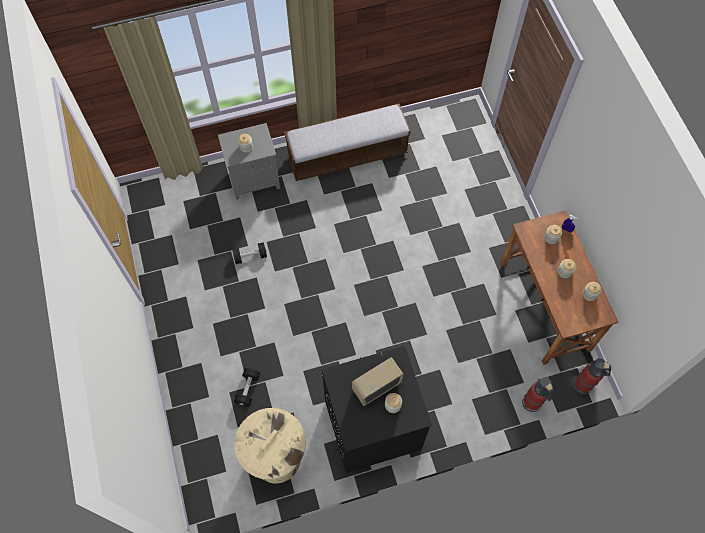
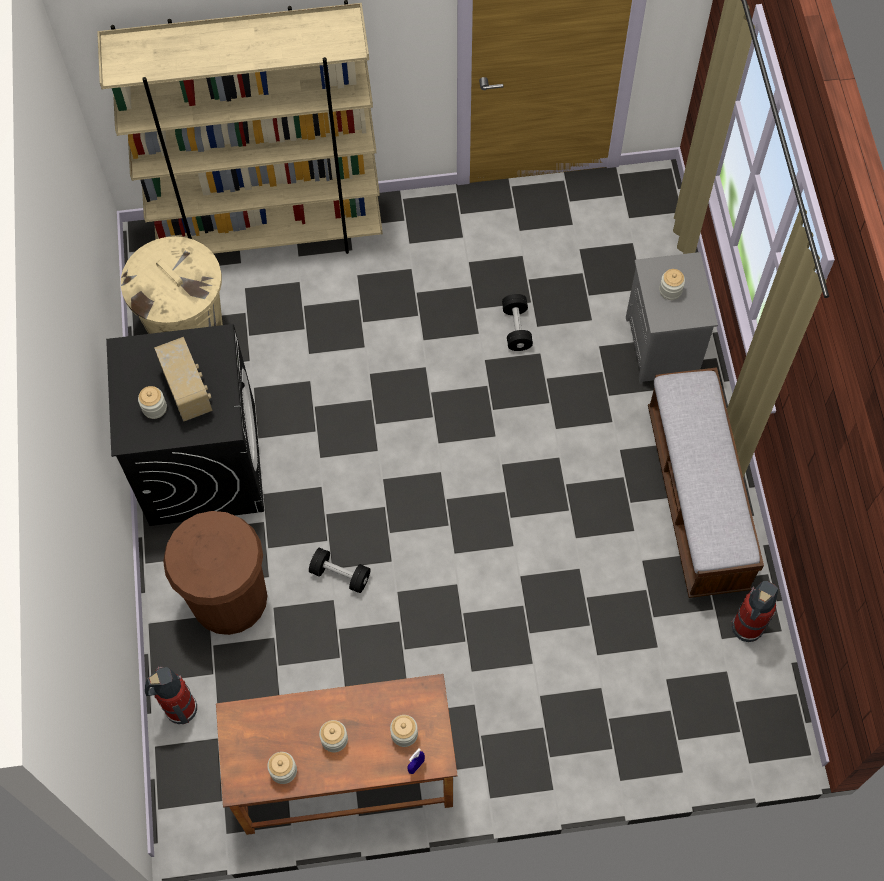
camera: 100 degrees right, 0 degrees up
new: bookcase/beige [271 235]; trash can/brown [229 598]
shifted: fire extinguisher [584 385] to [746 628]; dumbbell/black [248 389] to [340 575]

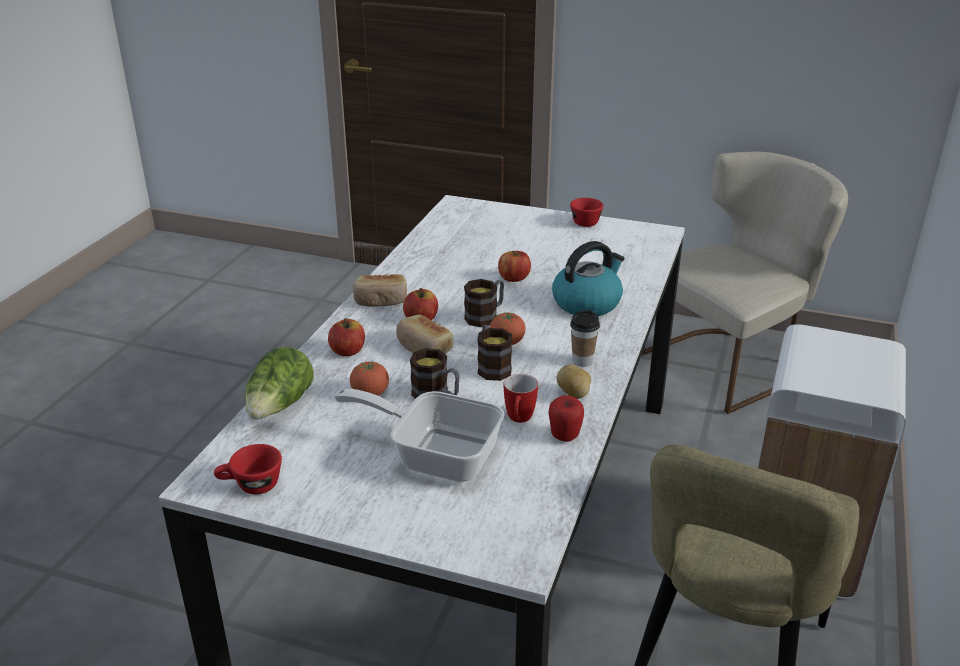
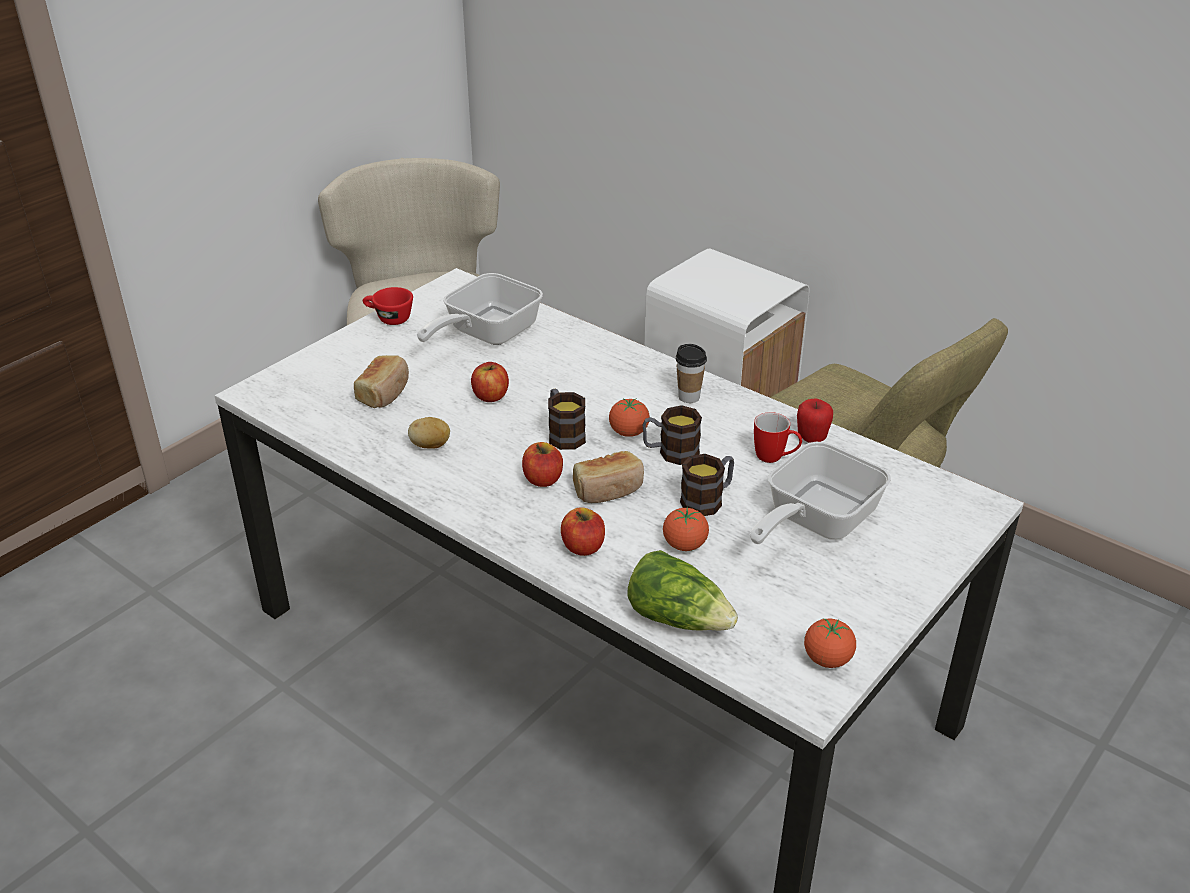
camera: 70 degrees left, 5 degrees up
gone: kettle [587 303]
new: frying pan [485 334]
shifted: bread [381 301] to [384 392]; potato [574 394] to [430 446]
swapped: cup/red [251 486] to tomato [827 659]

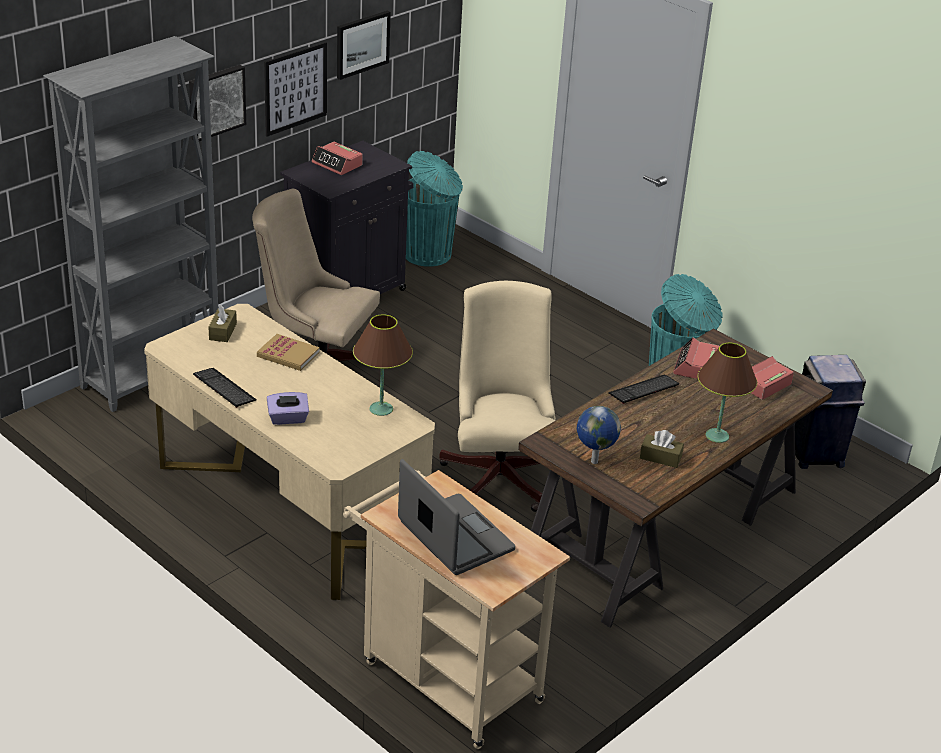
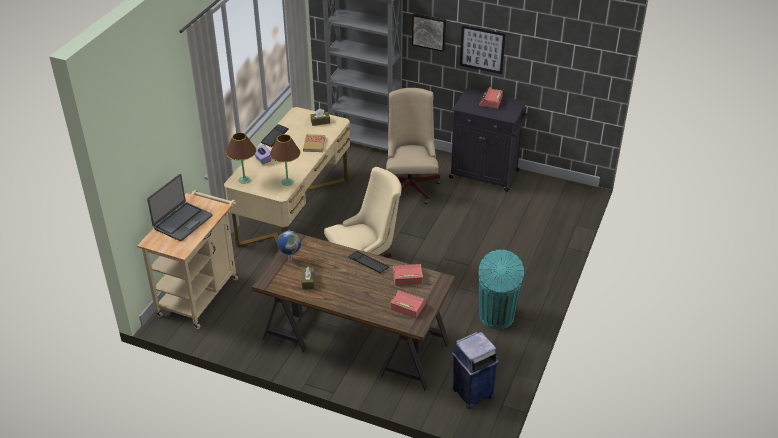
camera: 70 degrees right, 5 degrees up
gone: picture [362 44]; trash can/turquoise [429 254]
shifted: table lamp/brown [717 436] to [244 180]

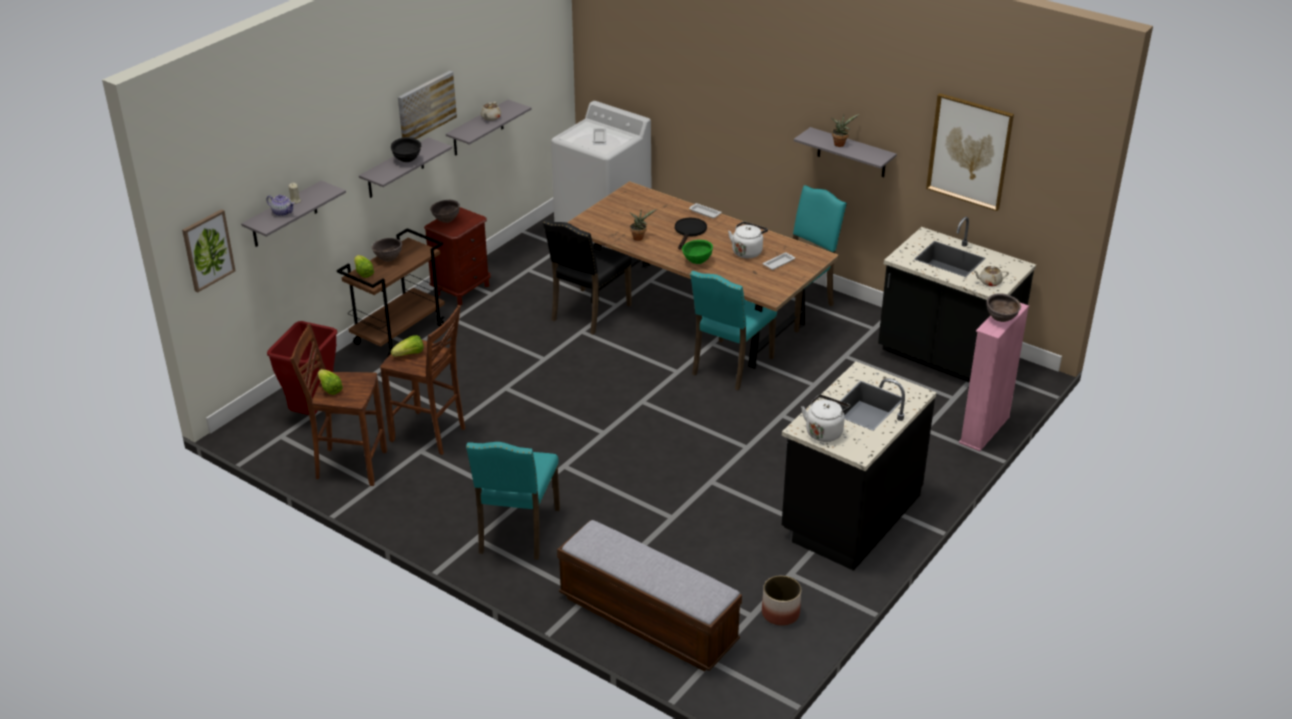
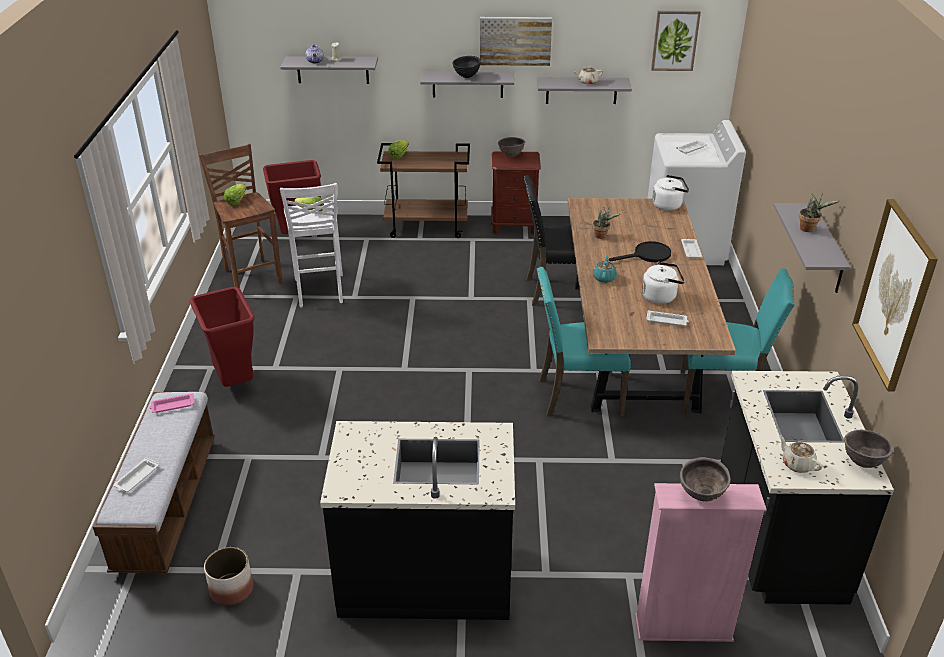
camera: 55 degrees right, 0 degrees up
new: tray/pink [172 406]; tray/white [136 478]
shifted: picture [208 250] to [675 40]; bowl/brown [388 259] to [862 462]; kettle/white [824 431] to [668 205]
swapped: bowl/green [697 262] to teapot/turquoise [604 278]; chair/turquoise [516 532] to trash can/red [234 382]
repainted: stool/brown [430 435] to stool/white [319 291]

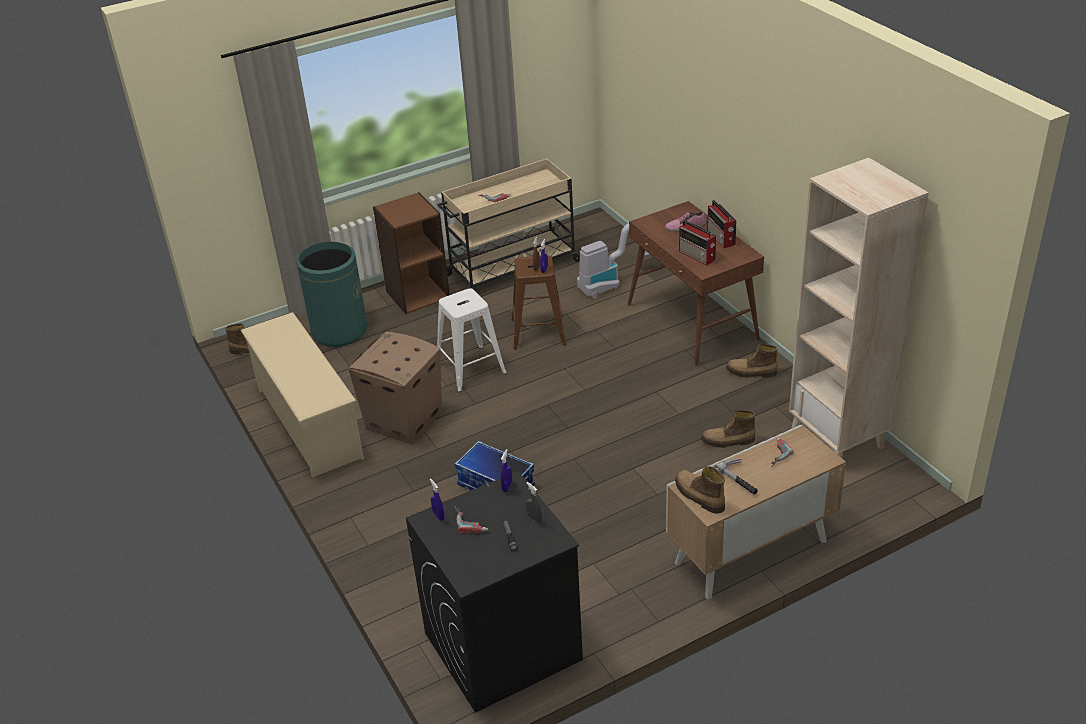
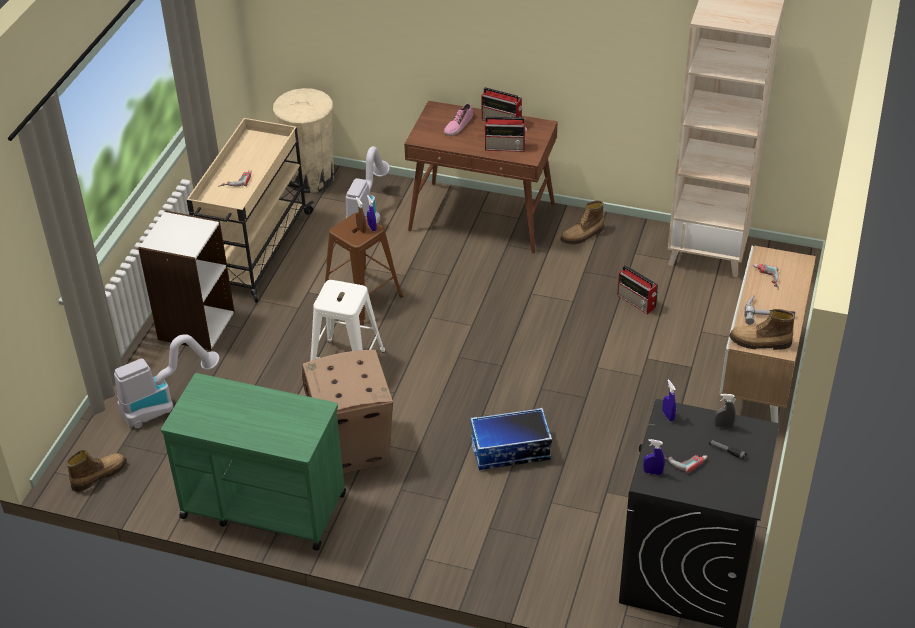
camera: 45 degrees left, 5 degrees up
new: trash can/beige [310 178]
swapped: trash can/green [339 330] to vacuum cleaner [164 403]; shoe rack/beige [308 423] to cart/green [262 505]; boot [728 441] to radio [637 302]
repainted: bookcase/brown [417 294] to bookcase/white [195 325]

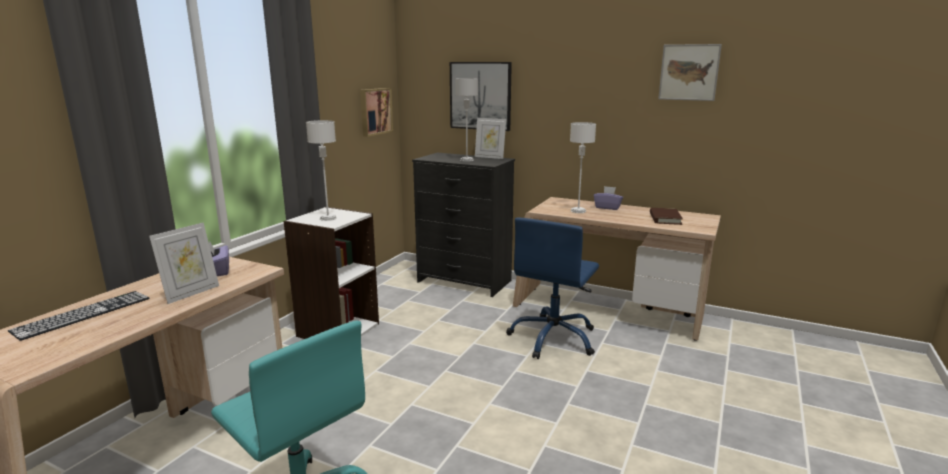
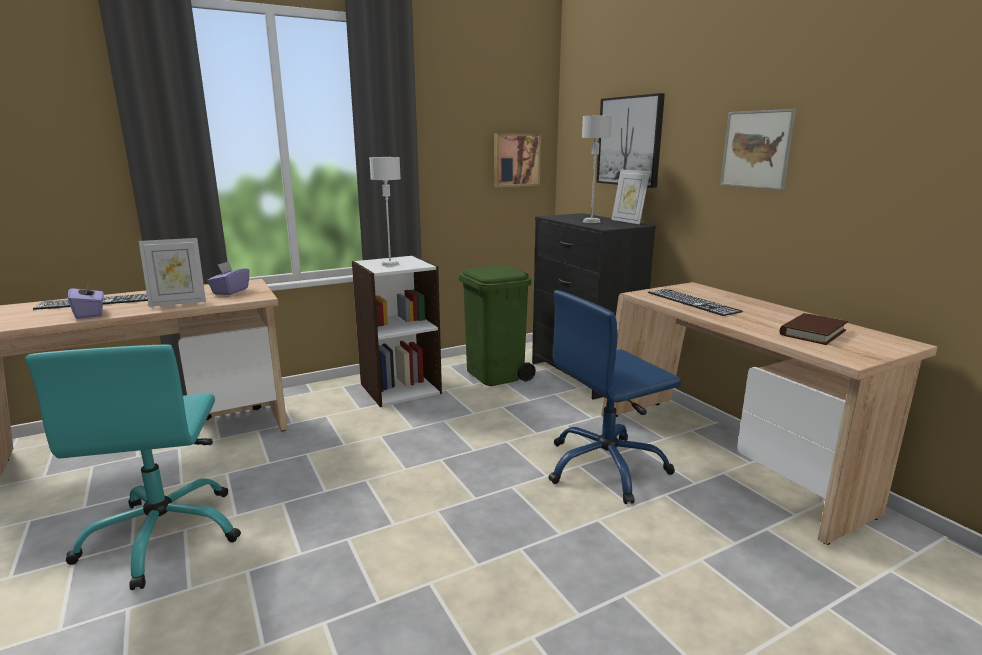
camera: 35 degrees right, 0 degrees up
new: trash can/green [496 375]
shifted: picture [689 72] to [756 149]; tissue box/purple [607 207] to [90 314]
swapped: table lamp/white [578 211] to keyboard [692 302]

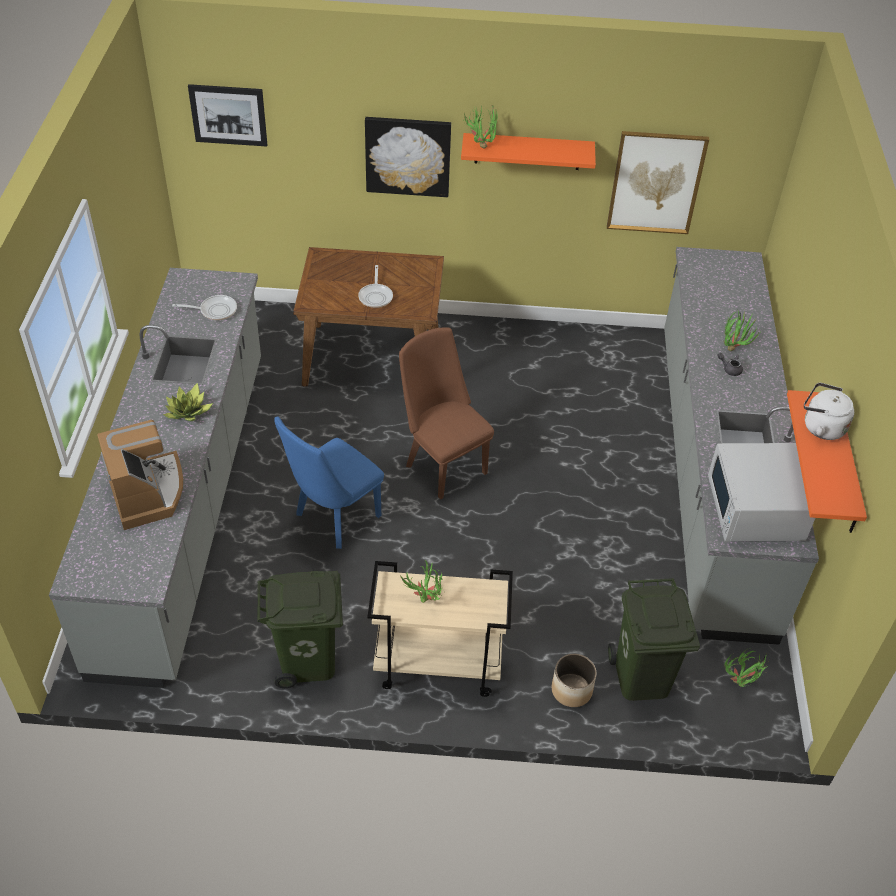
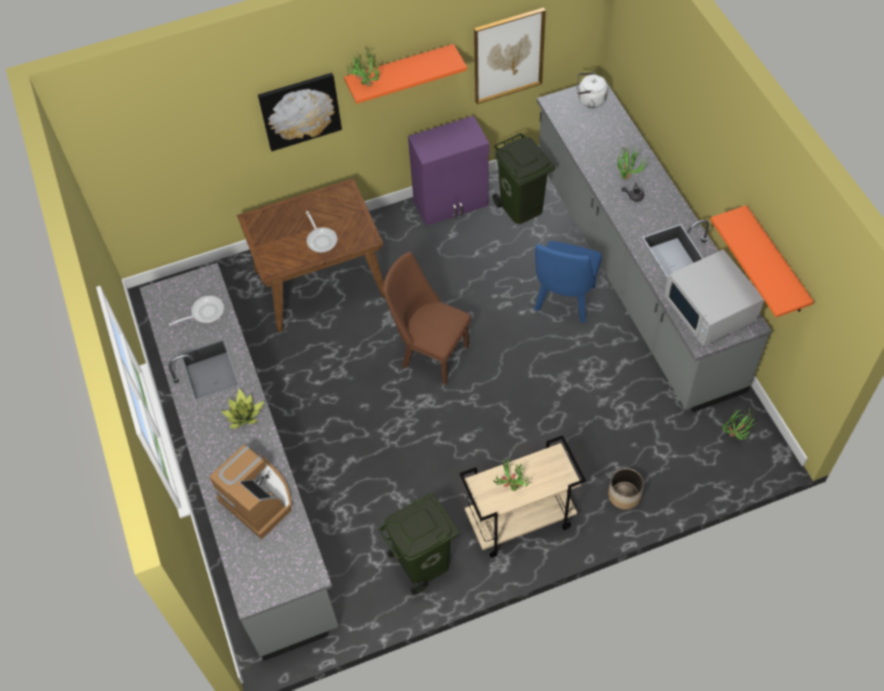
camera: 20 degrees left, 10 degrees up
gone: picture [228 115]
new: cabinet/purple [451 203]
shifted: kettle/white [820 427] to [589 100]; chair/blue [333 519] to [564 303]; trash can/green [640 677] to [520 207]

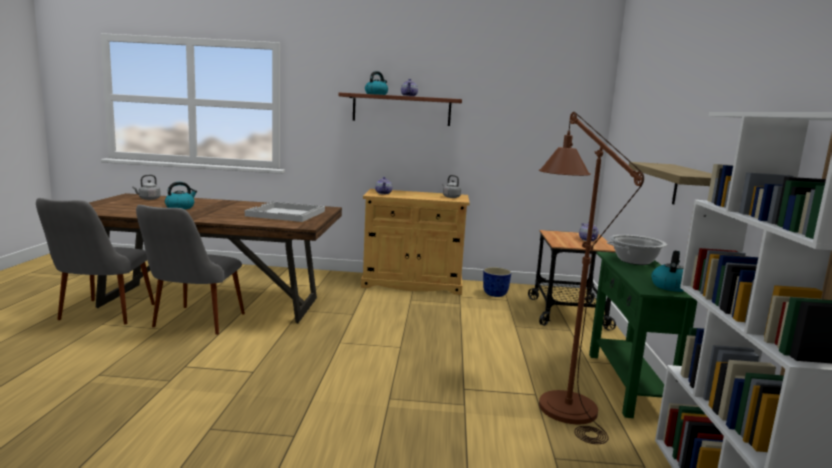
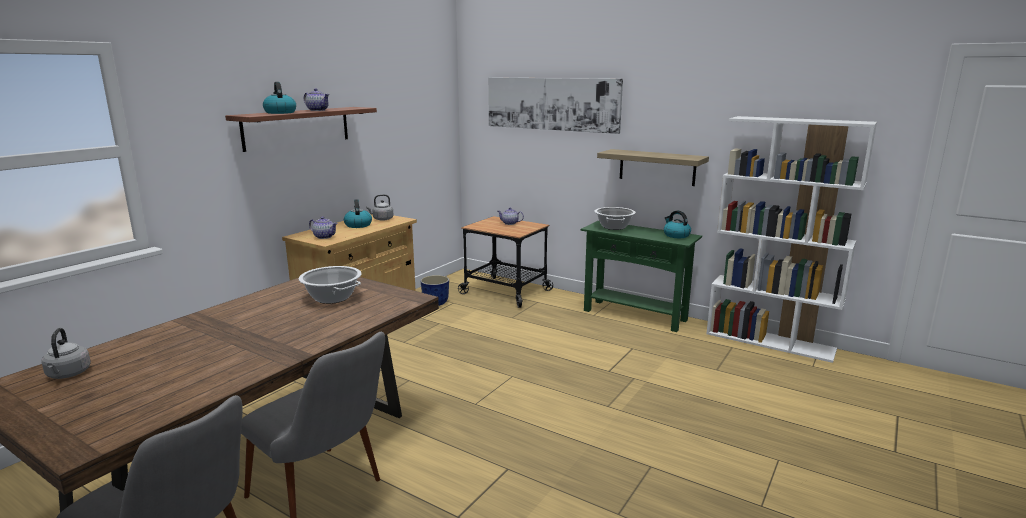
camera: 60 degrees left, 5 degrees up
gone: floor lamp/brown [560 400]
new: picture [551 104]
shifted: kettle [180 207] to [358 225]
swapped: tray/white [286 214] to cooking pot [332 298]

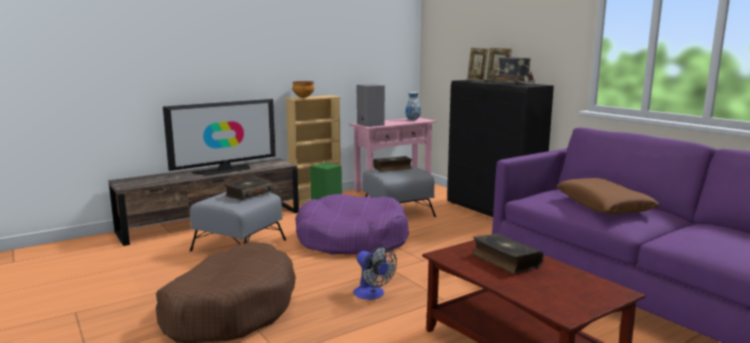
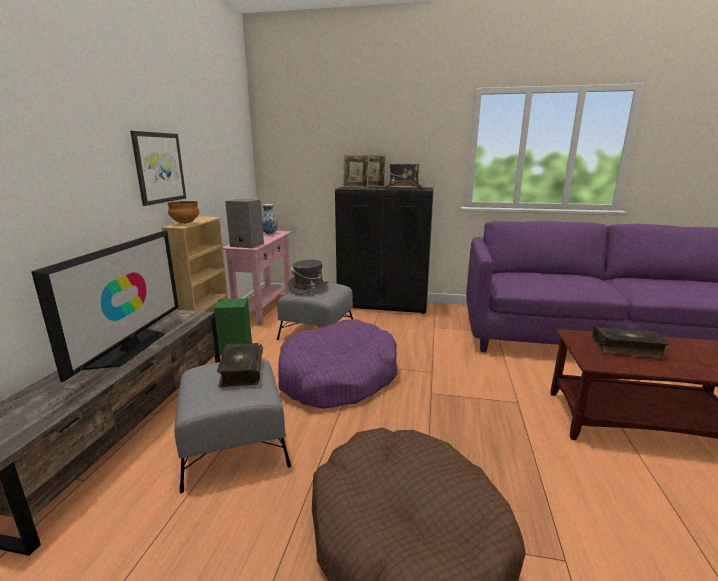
camera: 45 degrees left, 5 degrees up
gone: pillow/brown [603 205]; fan [372 294]
new: picture [159 168]
swapped: book [392 168] to hat/grey [308 288]

